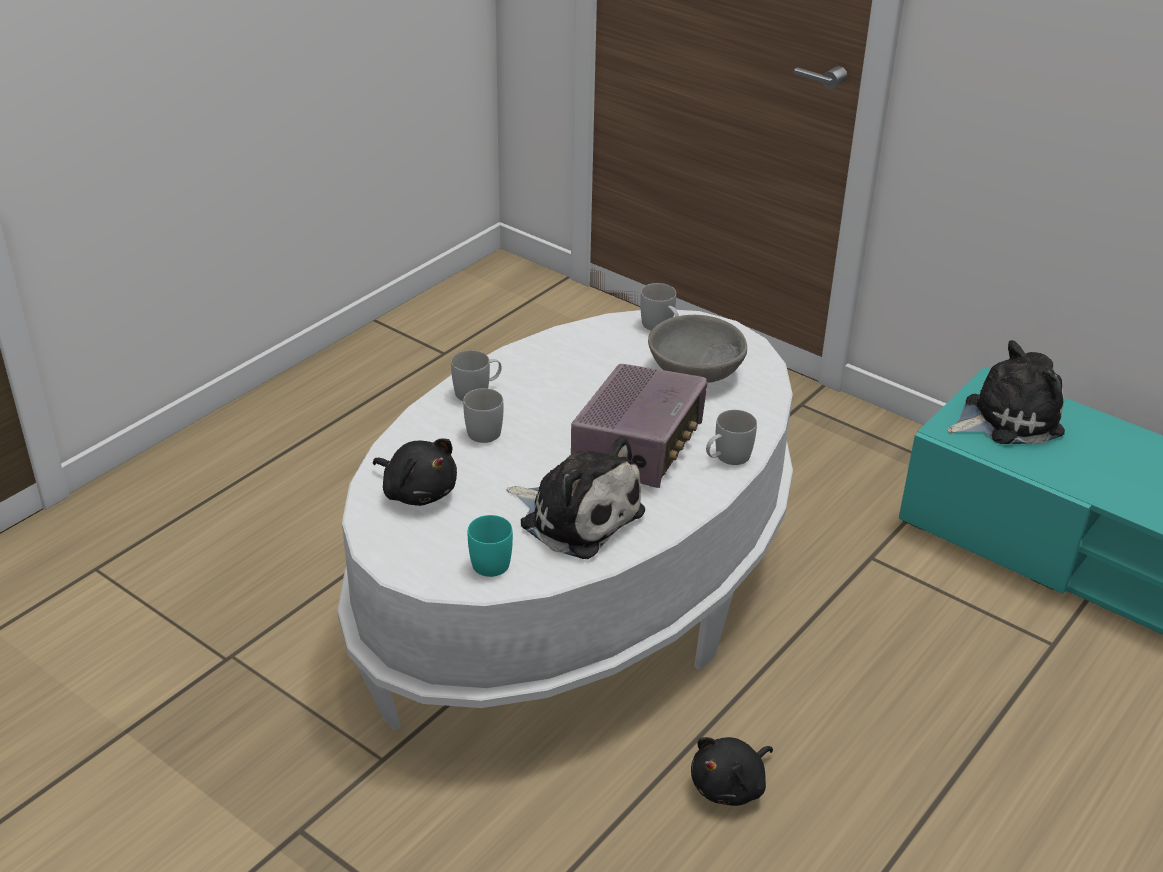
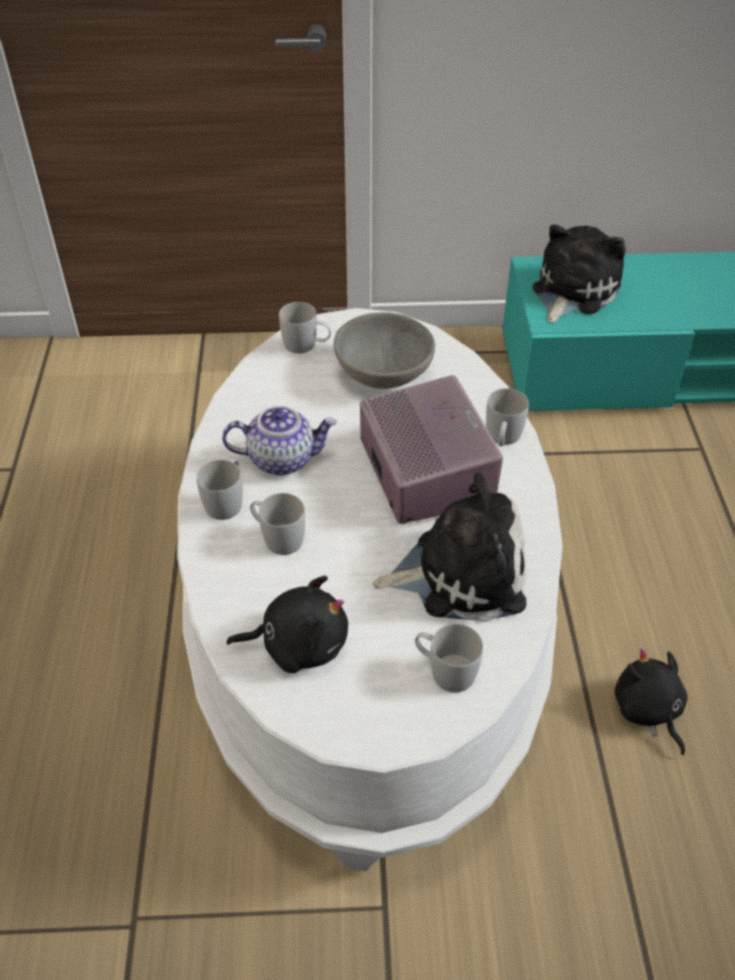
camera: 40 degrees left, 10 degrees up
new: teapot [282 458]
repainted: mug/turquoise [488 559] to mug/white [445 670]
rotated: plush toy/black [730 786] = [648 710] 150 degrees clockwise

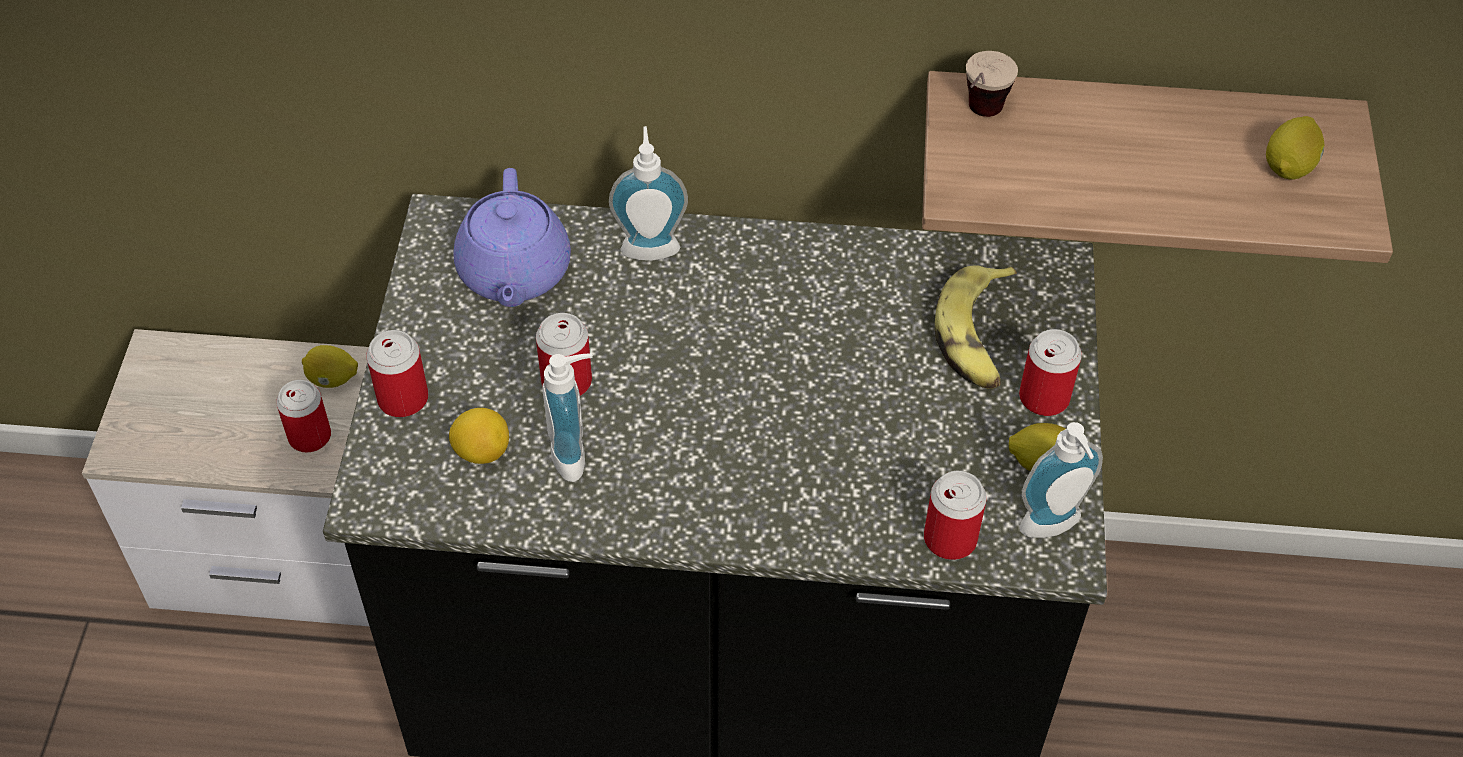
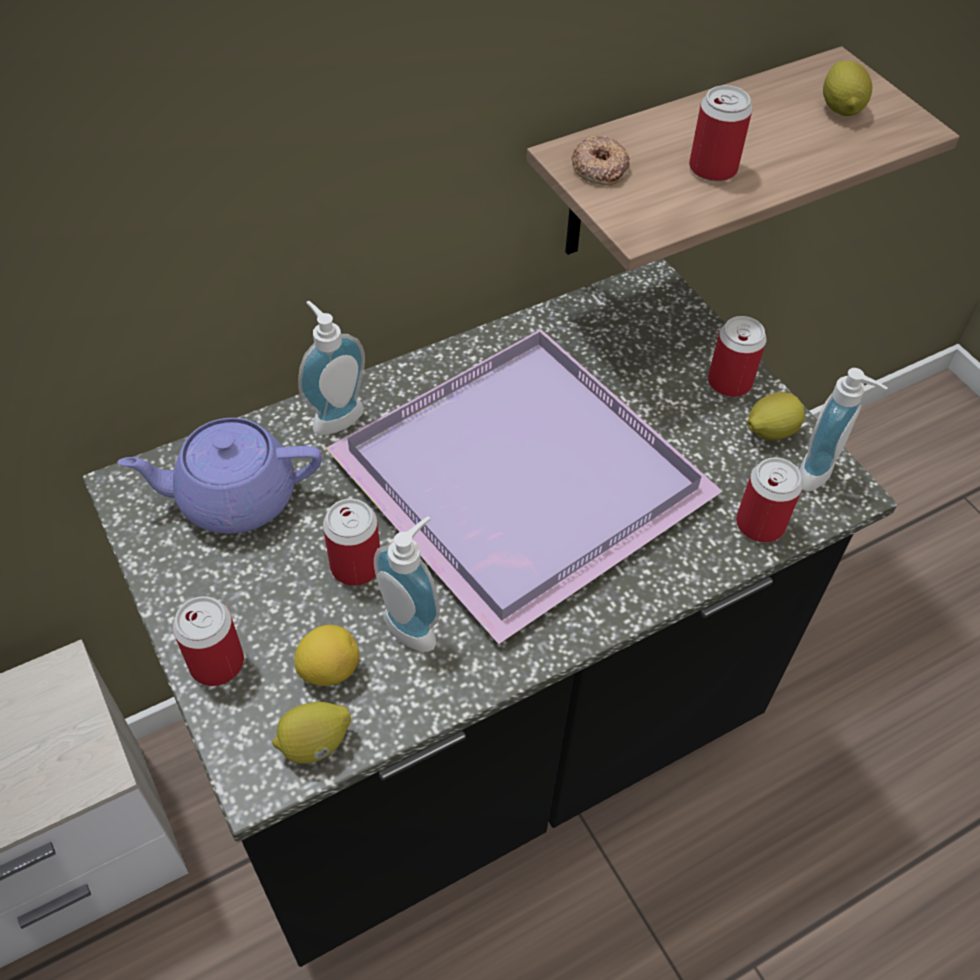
camera: 35 degrees left, 0 degrees up
gone: banana [977 336]
new: tray/purple [513 477]
shifted: lemon [332 379] to [315 744]; can [309 436] to [713 168]
swapped: cup [978 119] to donut [599 167]
rotated: teapot/purple [514 273] = [234 497] 120 degrees clockwise

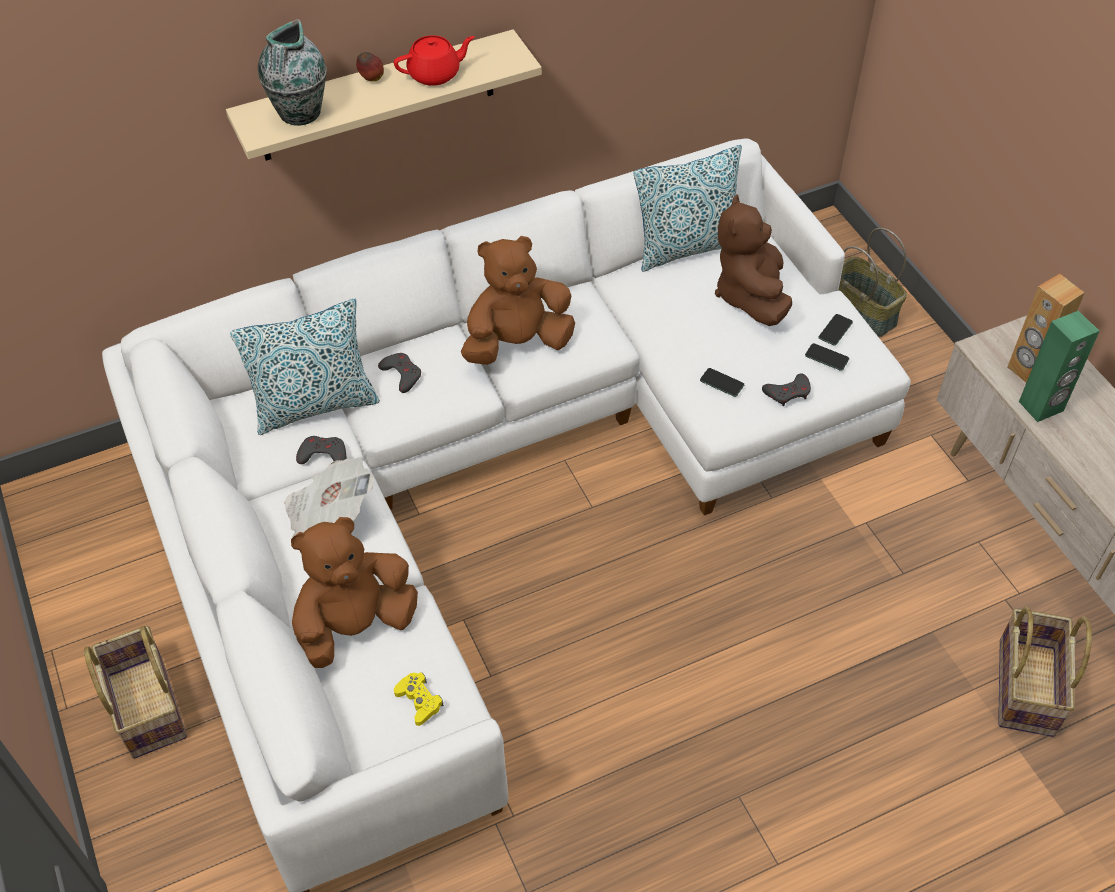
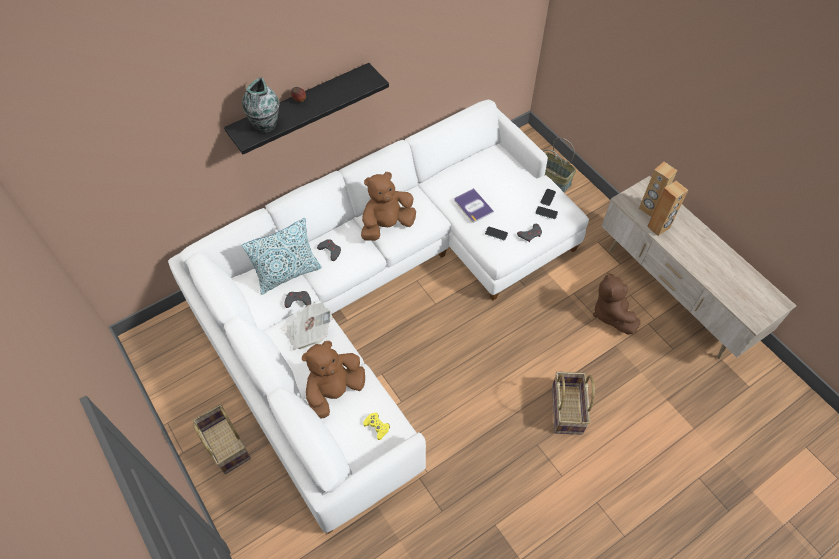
camera: 10 degrees left, 5 degrees up
gone: teapot/red [435 74]; pillow [688 248]
new: book [473 206]
shifted: plush toy/brown [750 295] to [611 313]; basket [1028 688] to [568 410]
repainted: shelf/beige [377 97] to shelf/black [301 108]; speaker/green [1041 406] to speaker/brown [658 227]

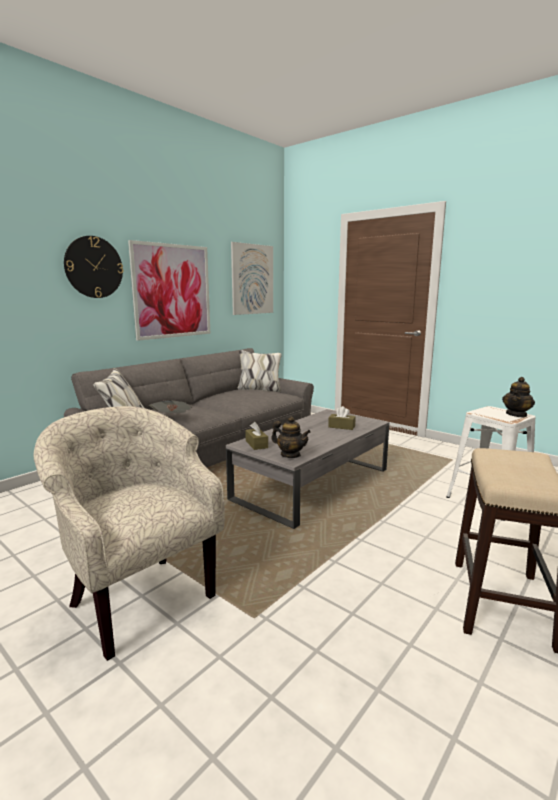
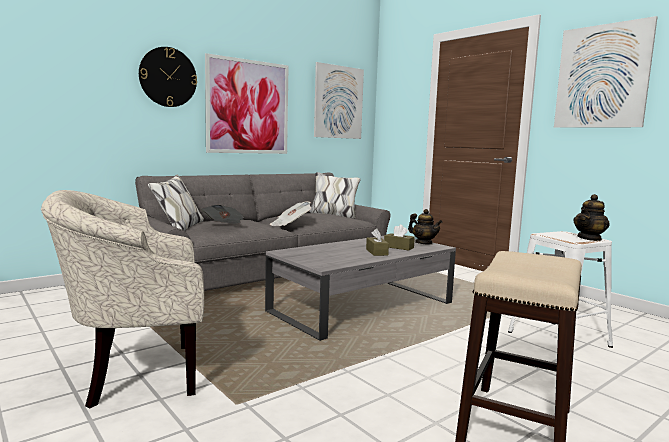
camera: 10 degrees right, 5 degrees down
new: picture [602 76]; newspaper [290 225]
shifted: teapot [290 455] to [424 243]; tissue box/brown [256 444] to [376 252]
rotated: armchair/beige [137 597] = [135 375] 75 degrees counterclockwise

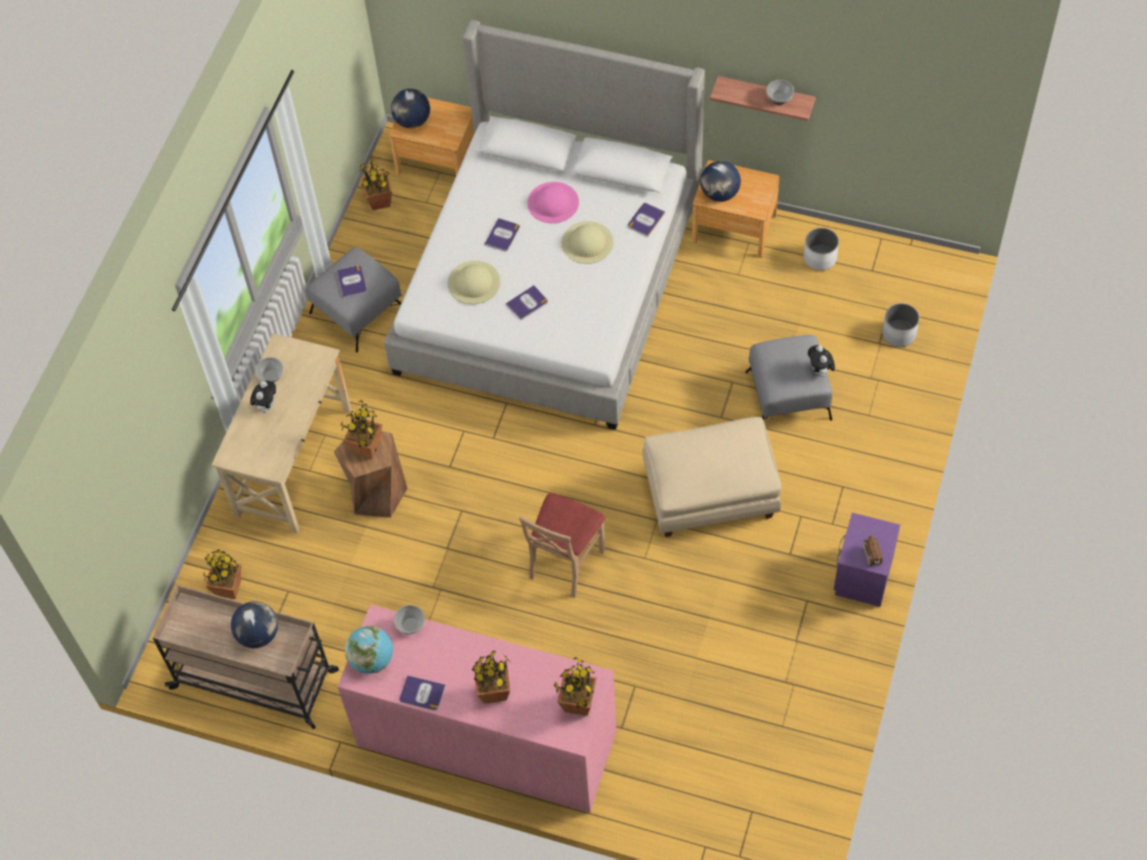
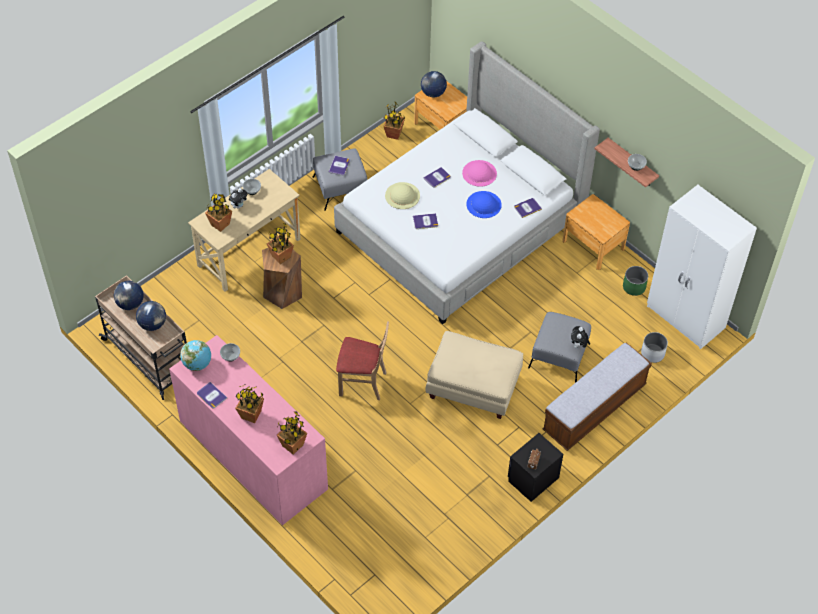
camera: 25 degrees right, 5 degrees down
new: wardrobe/white [685 318]; bench [594 408]
shifted: globe [719 194] to [130 304]; potted plant [228 588] to [220 224]
repainted: hat/beige [587 242] to hat/blue [484 204]; planter/white [819 258] to planter/green [634 287]; nightstand/purple [862 575] to nightstand/black [532 478]
rotated: chair/beige [565 562] = [362 383] 135 degrees counterclockwise

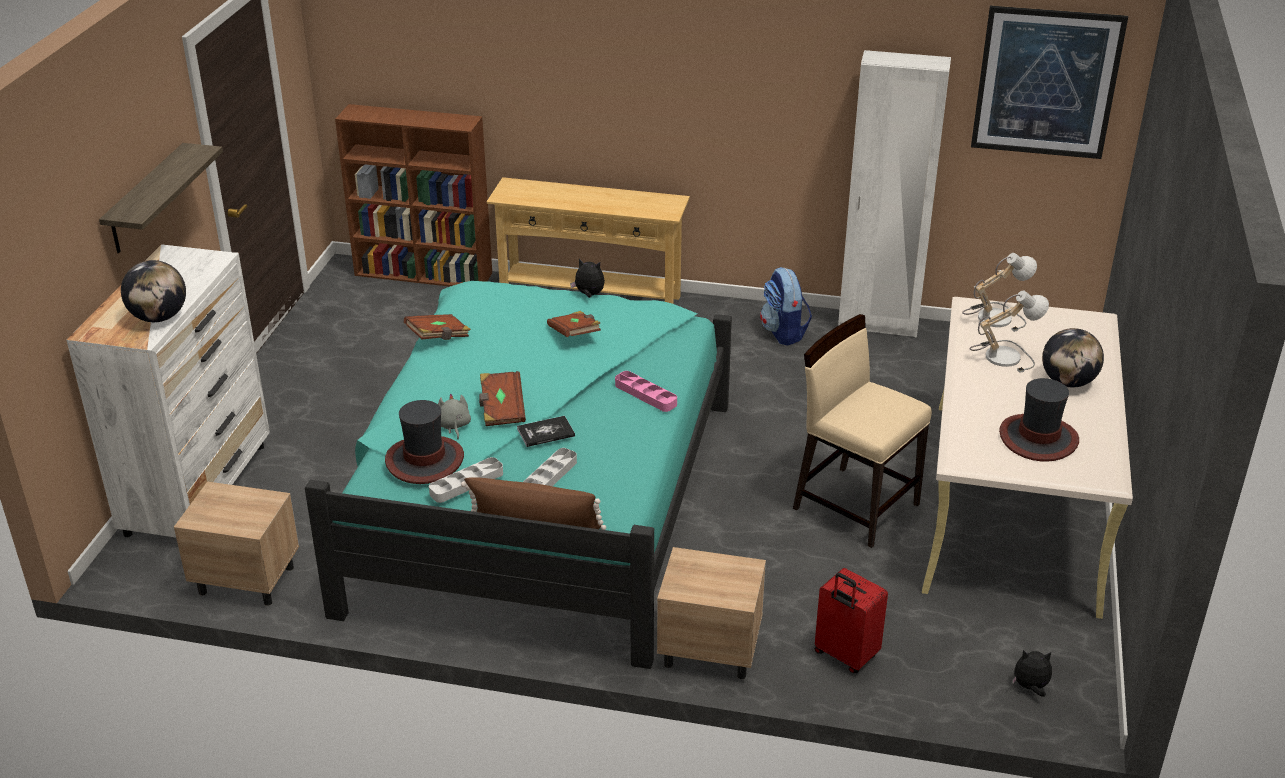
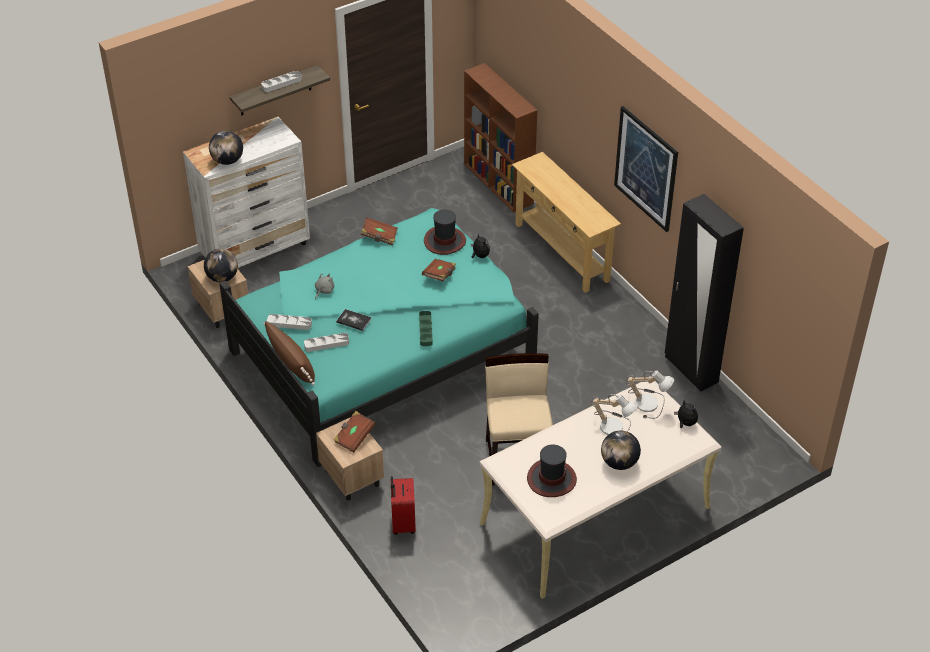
camera: 45 degrees right, 10 degrees up
gone: backpack [784 333]
new: tray/grey [281 83]; globe [222 278]
shifted: picture [1046 82] to [646 168]; book/brown [501 409] to [354 437]; hat [425 460] to [444 241]; plush toy [1030 687] to [685 423]
repainted: wardrobe/white [878 325] to wardrobe/black [690 370]; tray/pink [645 395] to tray/green [425 330]

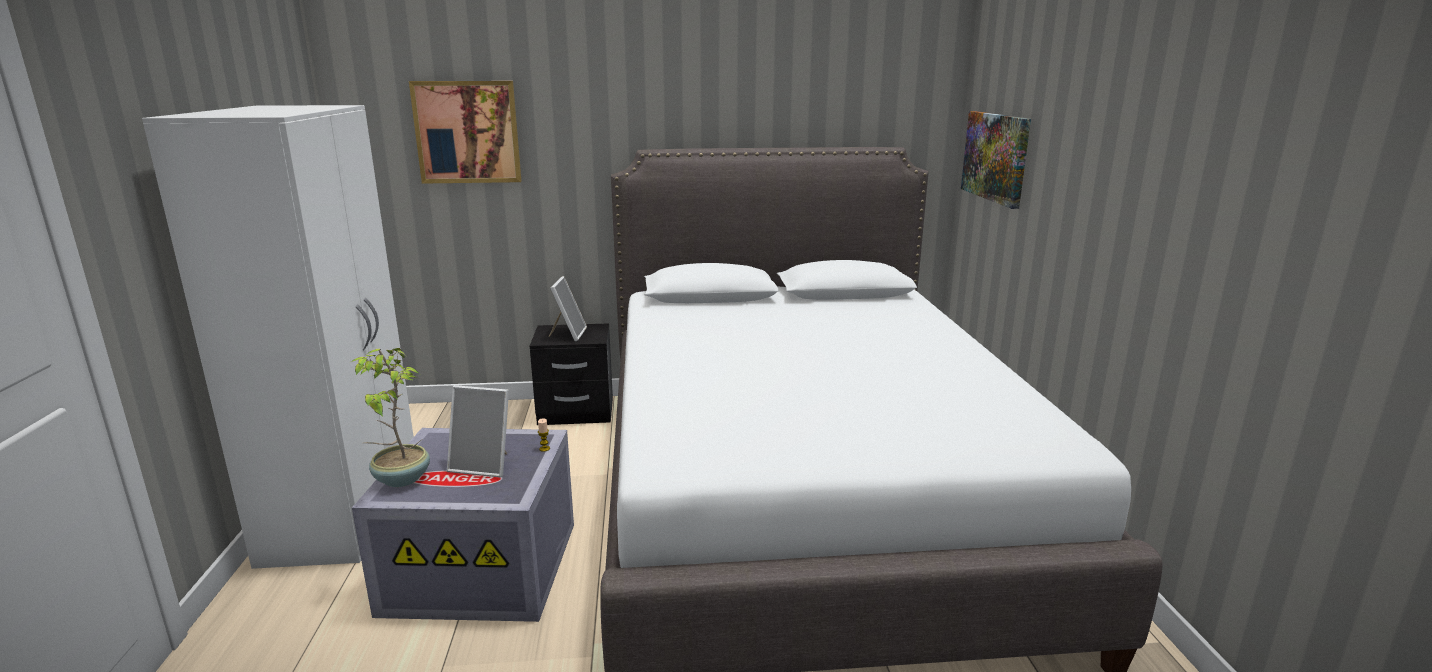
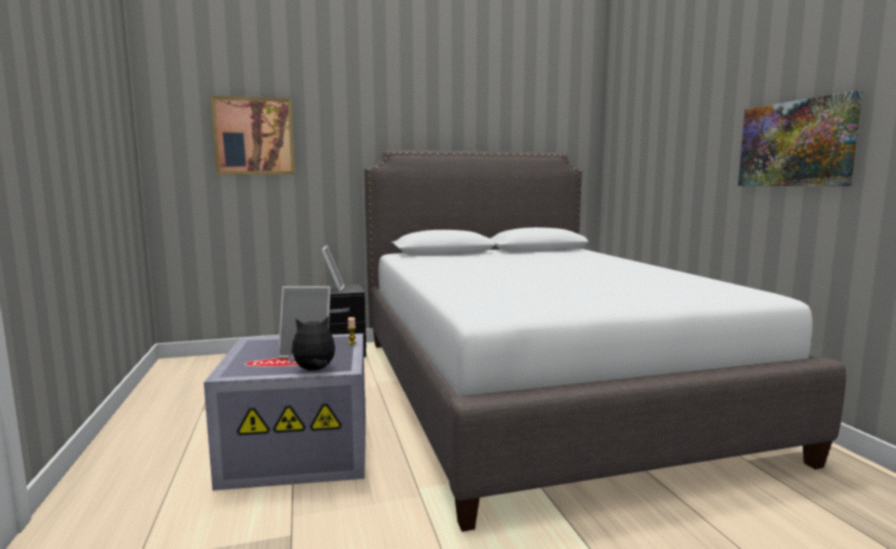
camera: 10 degrees left, 10 degrees down
gone: wardrobe/white [345 511]; potted plant [400 479]
new: plush toy [314 370]
shifted: picture [996 157] to [795 144]

